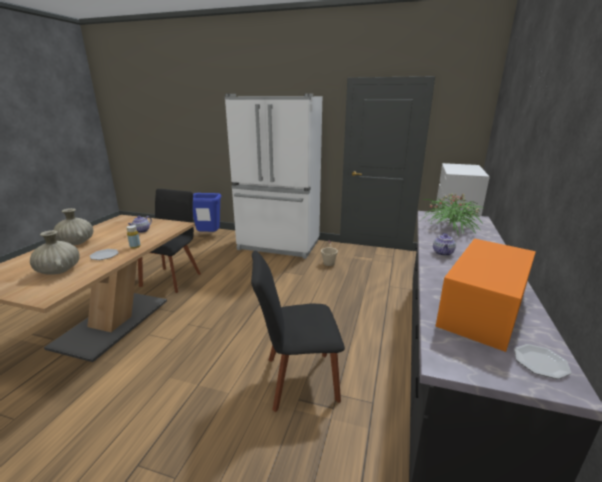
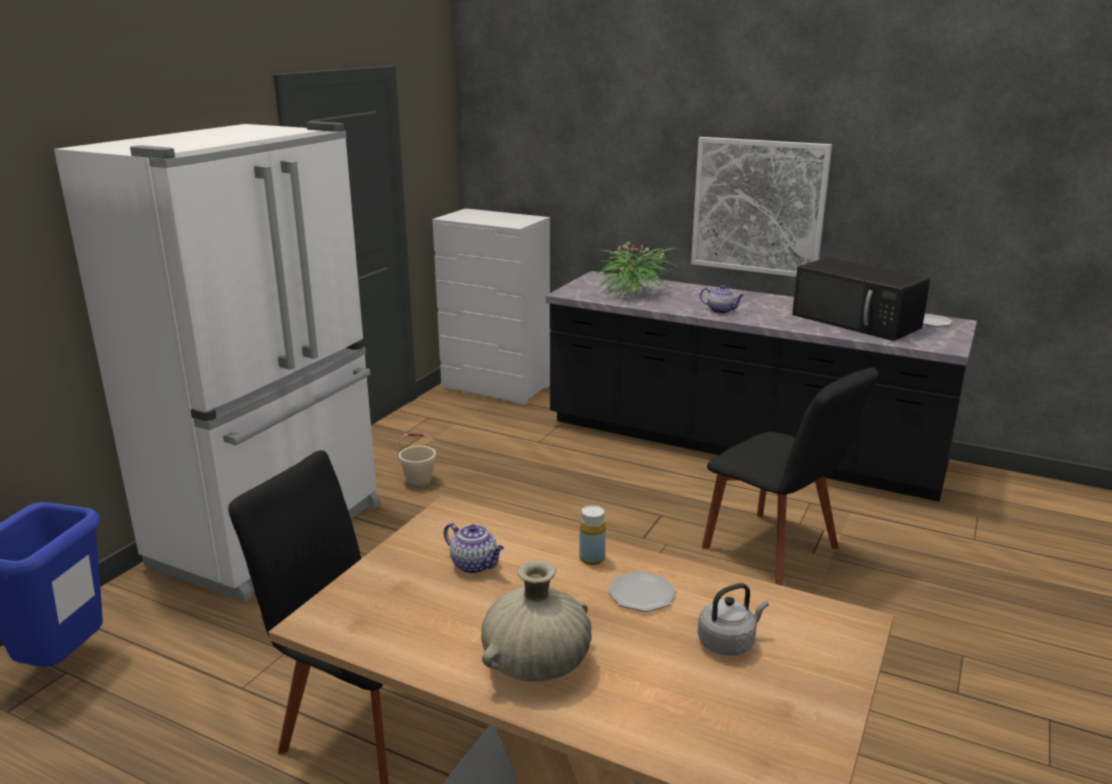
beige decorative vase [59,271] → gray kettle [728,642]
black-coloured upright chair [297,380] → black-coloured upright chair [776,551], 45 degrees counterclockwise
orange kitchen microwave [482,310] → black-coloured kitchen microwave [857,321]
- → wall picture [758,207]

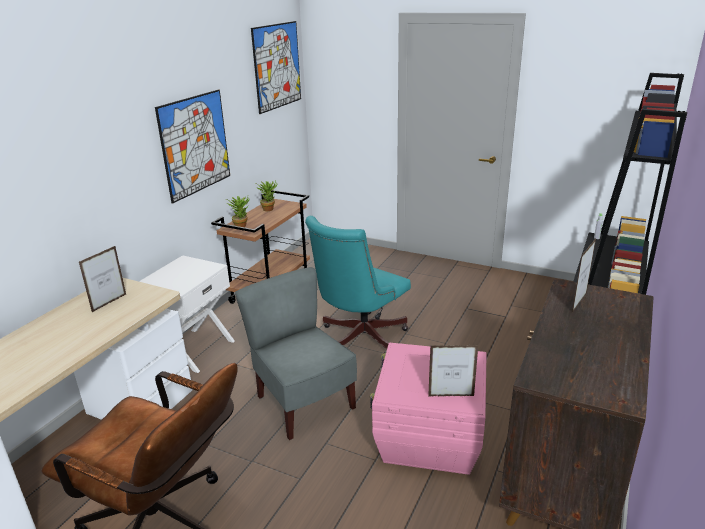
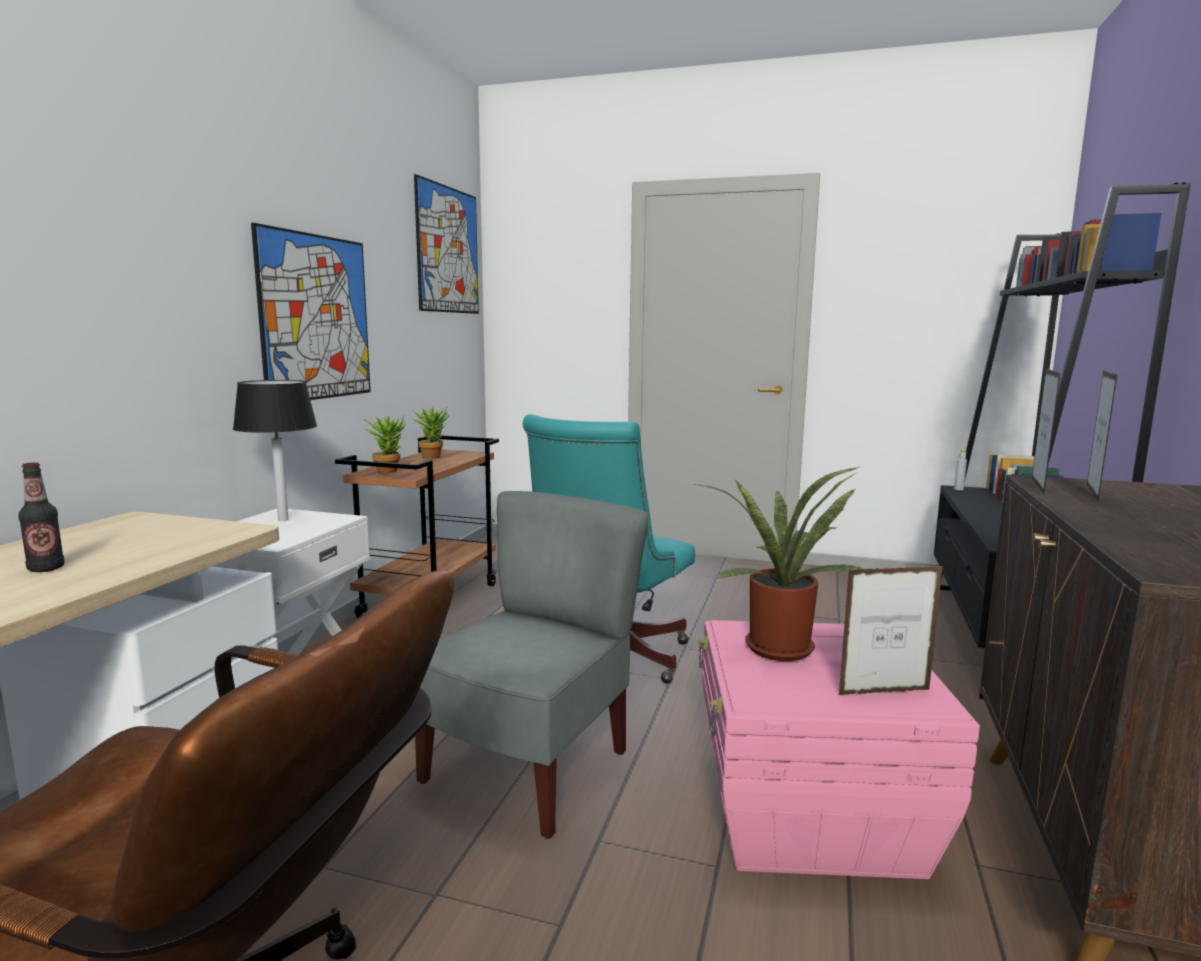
picture frame [109,303] → picture frame [1037,486], relocated
gray upright chair [303,403] → gray upright chair [530,768], 75 degrees clockwise
- → beverage bottle [46,568]
- → black-coloured tabletop lamp [282,519]
- → plant in a pot [779,645]

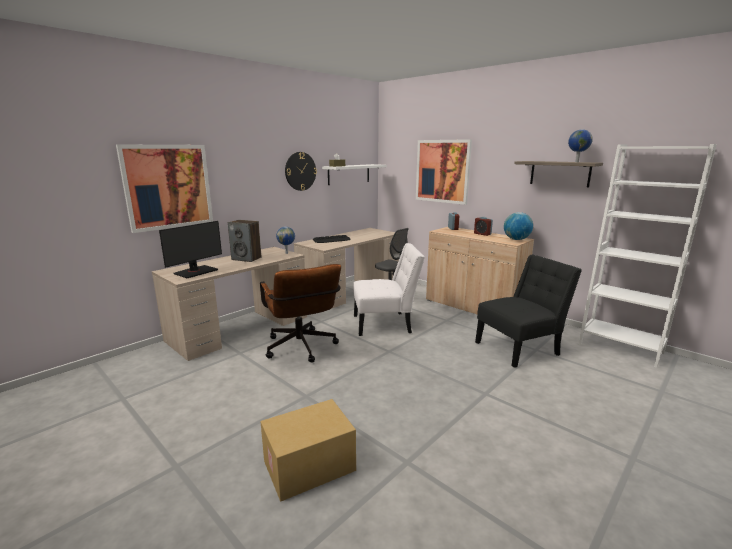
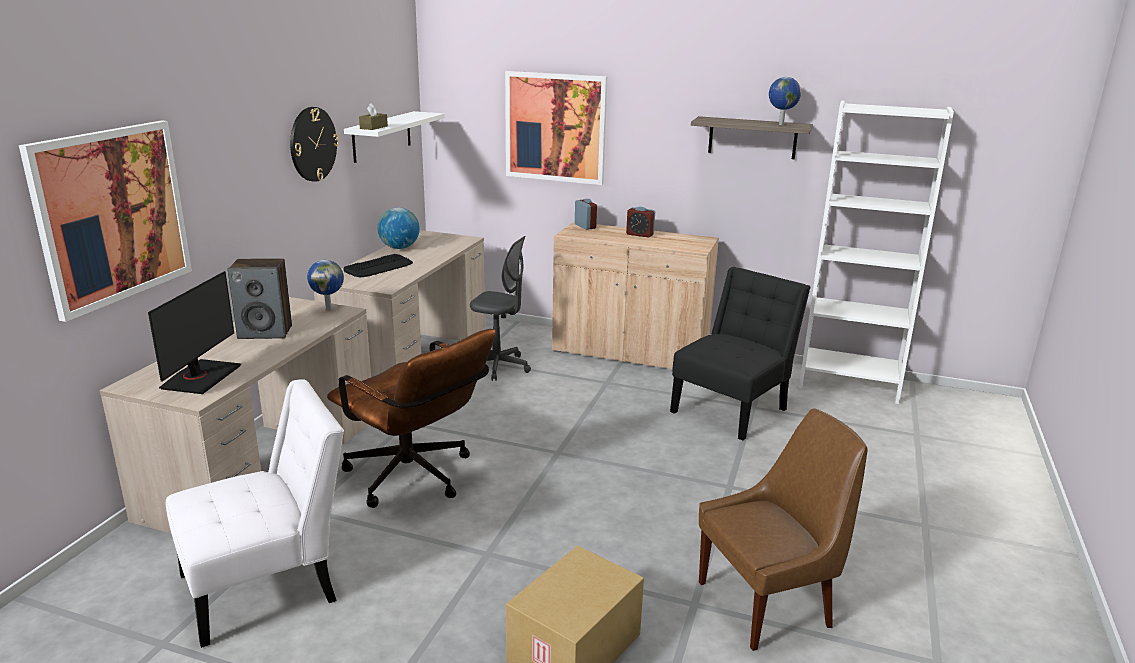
whitish upright chair [385,324] → whitish upright chair [268,584], relocated
desk globe [516,239] → desk globe [399,248], relocated
- → brown-coloured upright chair [768,603]

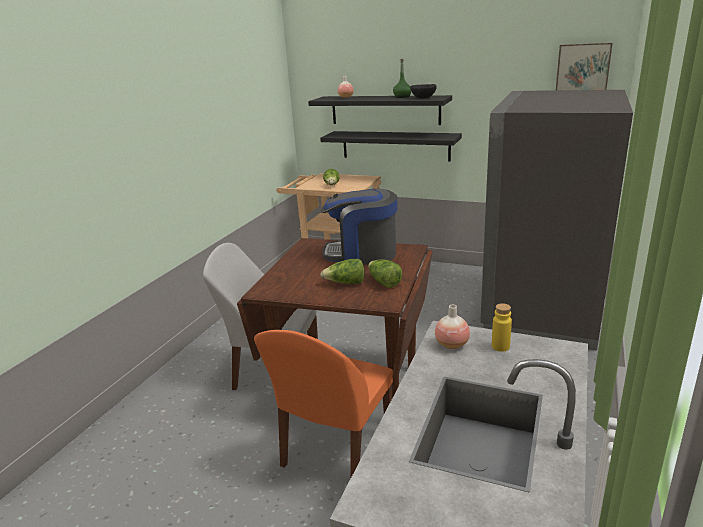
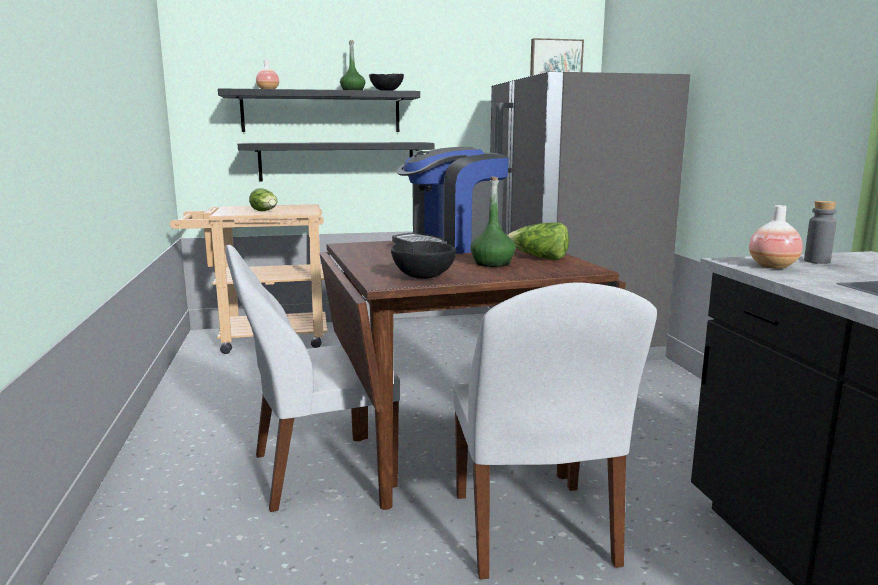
orange upright chair [335,451] → whitish upright chair [533,532]
lettuce [345,283] → greenish beverage bottle [492,263]
yellow-coloured beverage bottle [500,346] → gray beverage bottle [817,261]
- → black-coloured bowl [423,277]

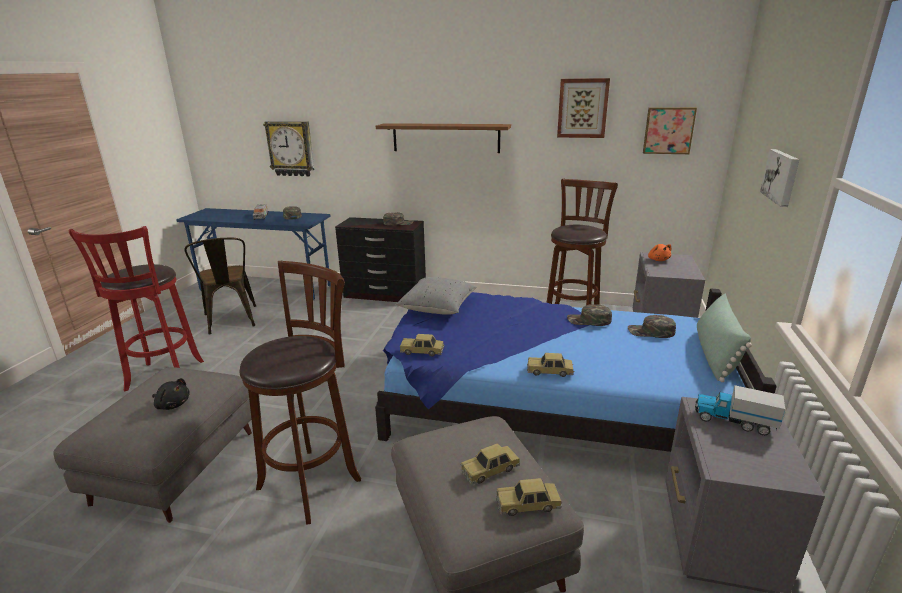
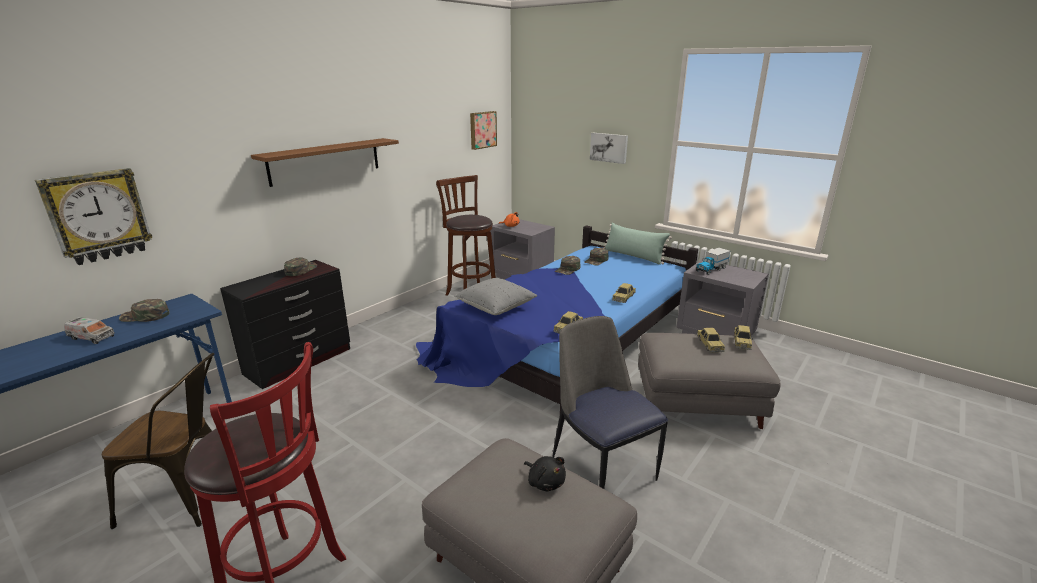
black-coloured plush toy [172,404] → black-coloured plush toy [545,482], 90 degrees clockwise
brown-coloured sitting stool [313,480] → upright chair [602,465]
wall picture [582,108] → -

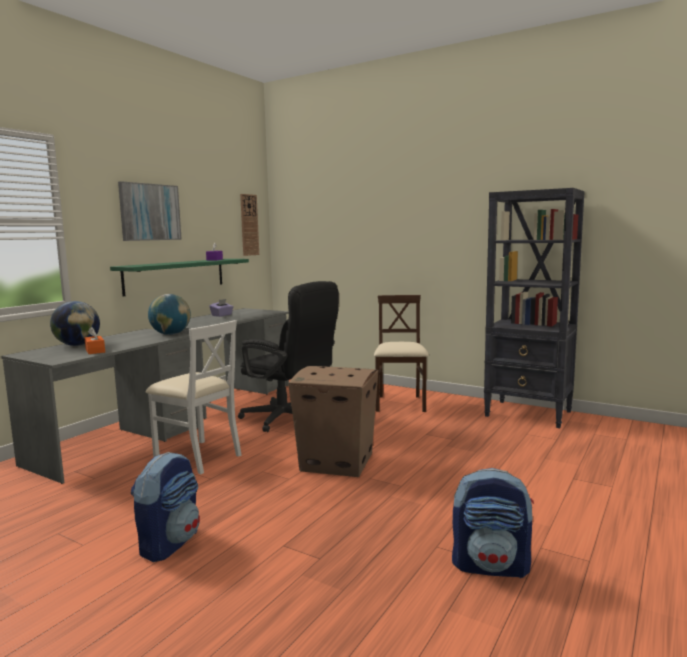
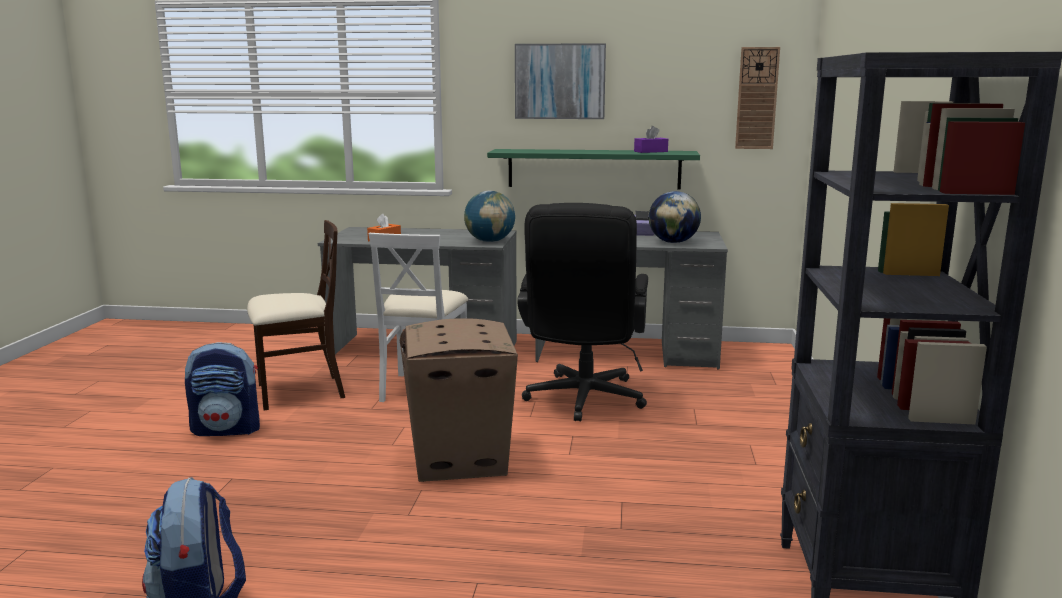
desk globe [77,345] → desk globe [673,242], relocated
beige upright chair [400,404] → beige upright chair [299,392], relocated

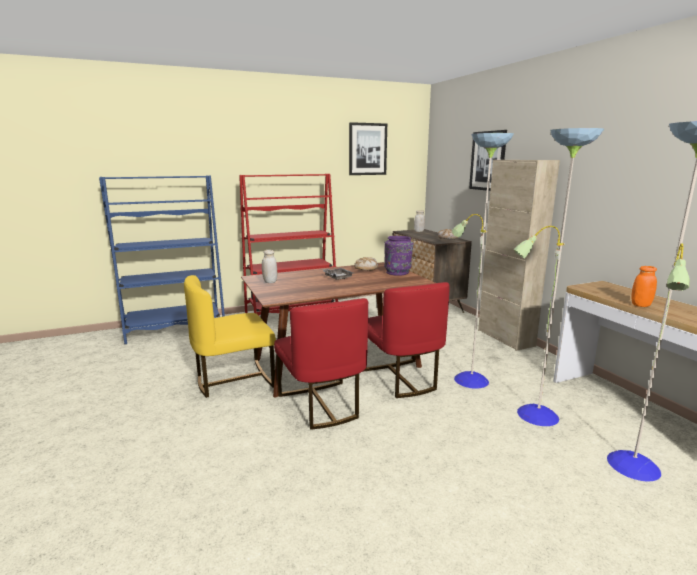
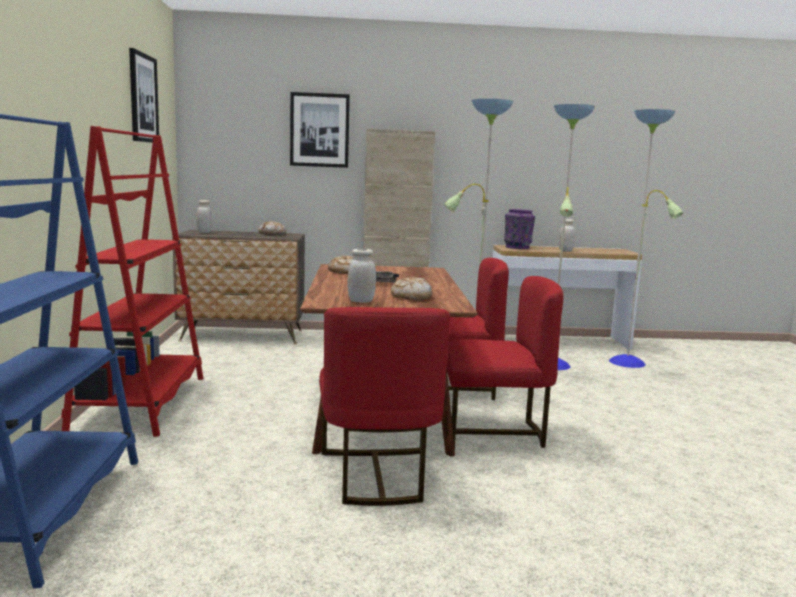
yellow-coloured upright chair [234,380] → reddish upright chair [377,476]
purple decorative vase [398,272] → purple decorative vase [517,247], relocated
orange preserve jar [640,305] → whitish preserve jar [565,251]
- → baked bread [410,297]

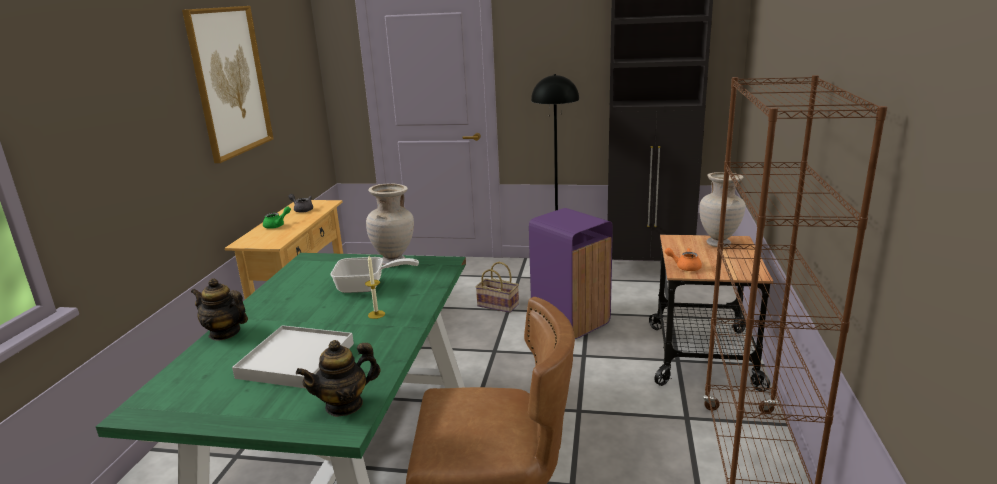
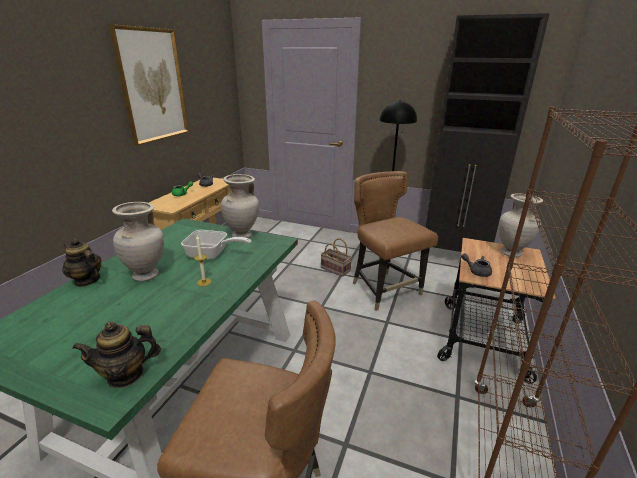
whitish carrying tray [296,360] → -
purple waste bin [570,320] → brown-coloured upright chair [385,290]
orange pot for tea [684,267] → gray pot for tea [476,271]
- → beige decorative vase [147,276]

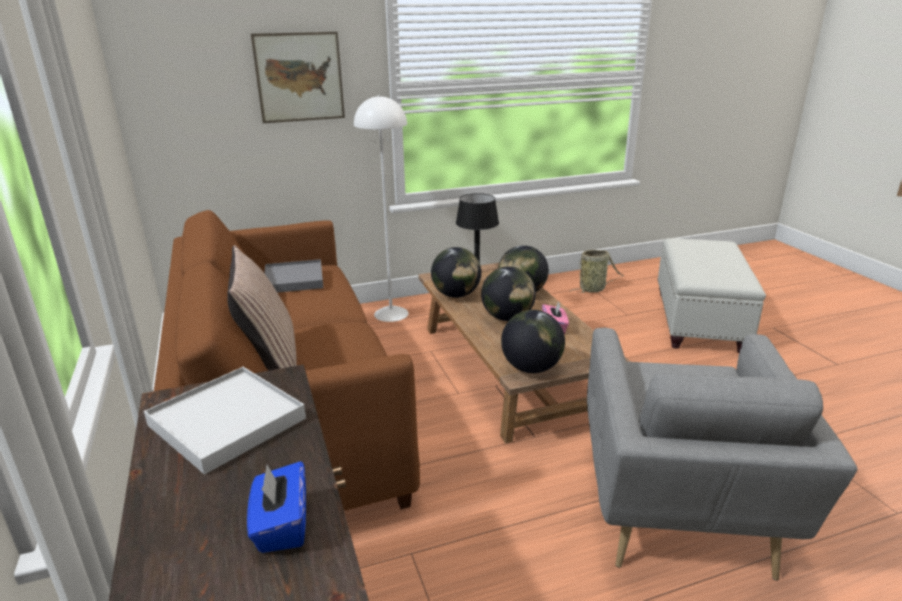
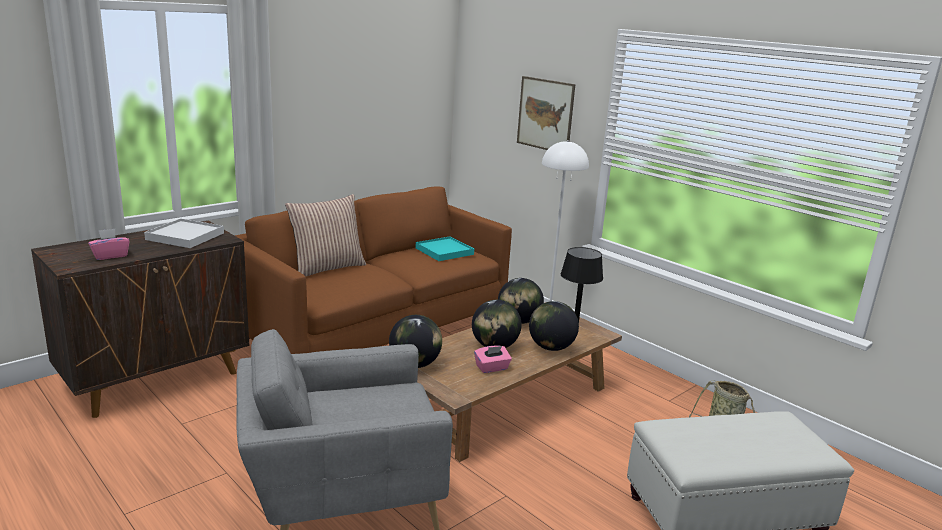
blue tissue box [281,526] → pinkish tissue box [110,256]
gray carrying tray [294,279] → turquoise carrying tray [444,251]

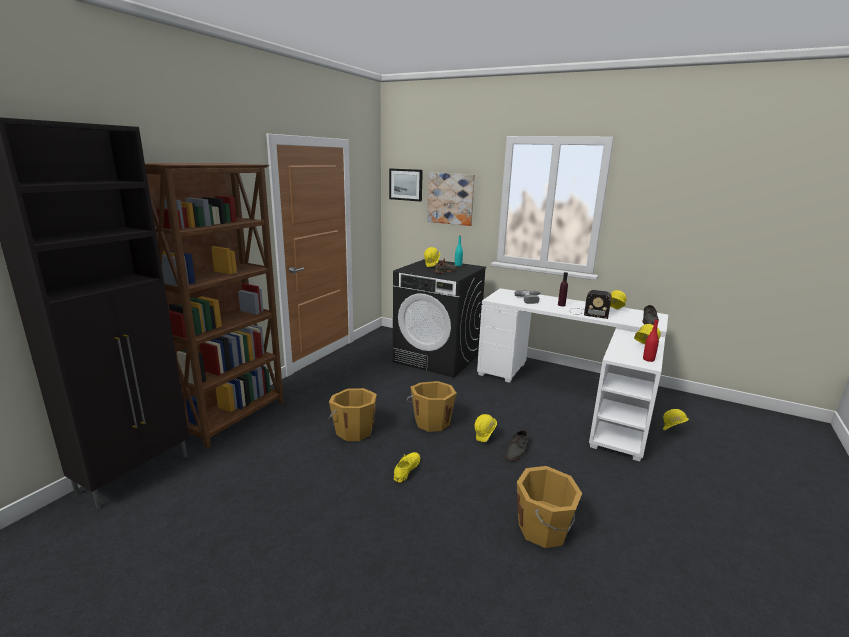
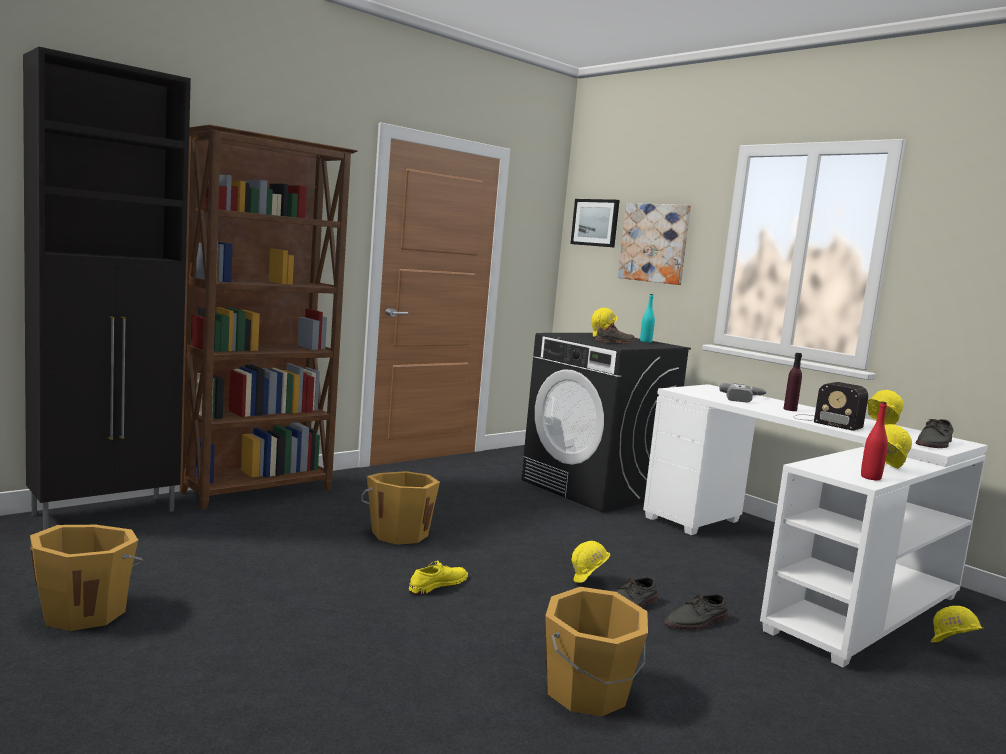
orange bucket [432,422] → orange bucket [85,612], relocated
- → gray item of footwear [696,622]

